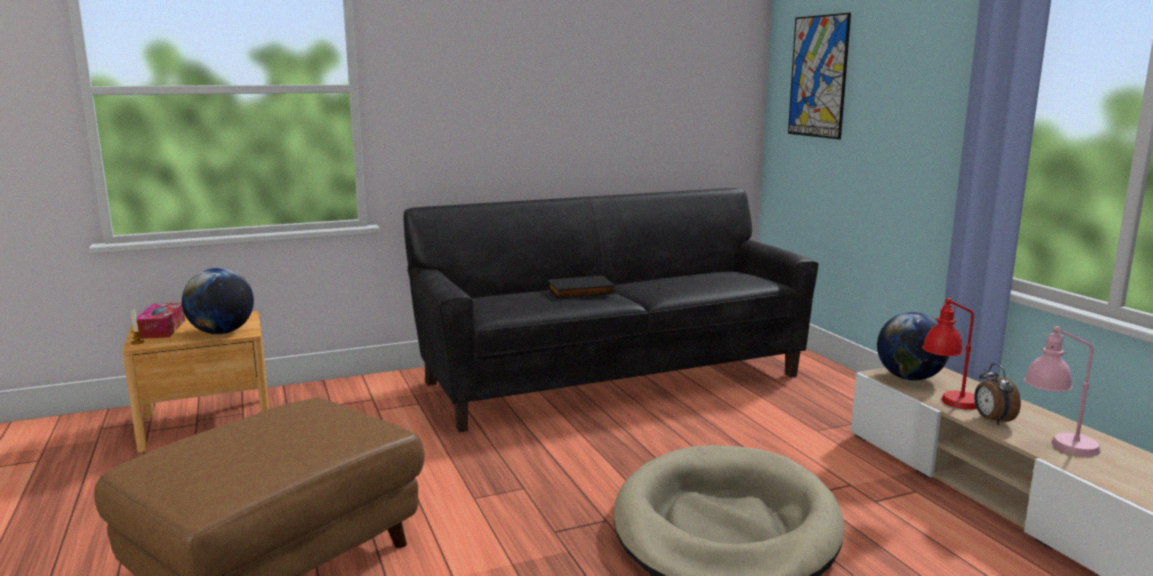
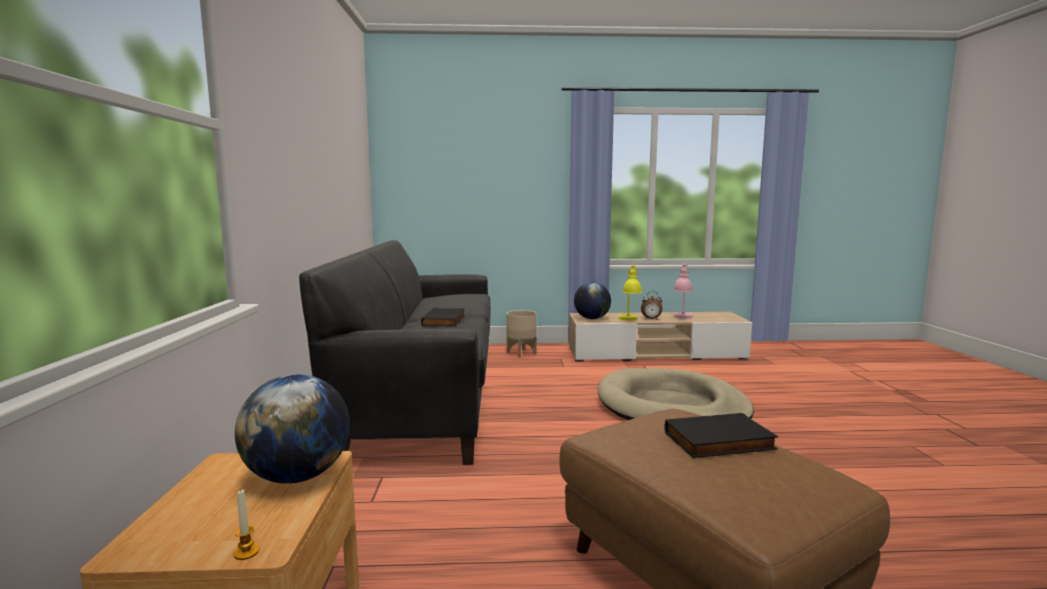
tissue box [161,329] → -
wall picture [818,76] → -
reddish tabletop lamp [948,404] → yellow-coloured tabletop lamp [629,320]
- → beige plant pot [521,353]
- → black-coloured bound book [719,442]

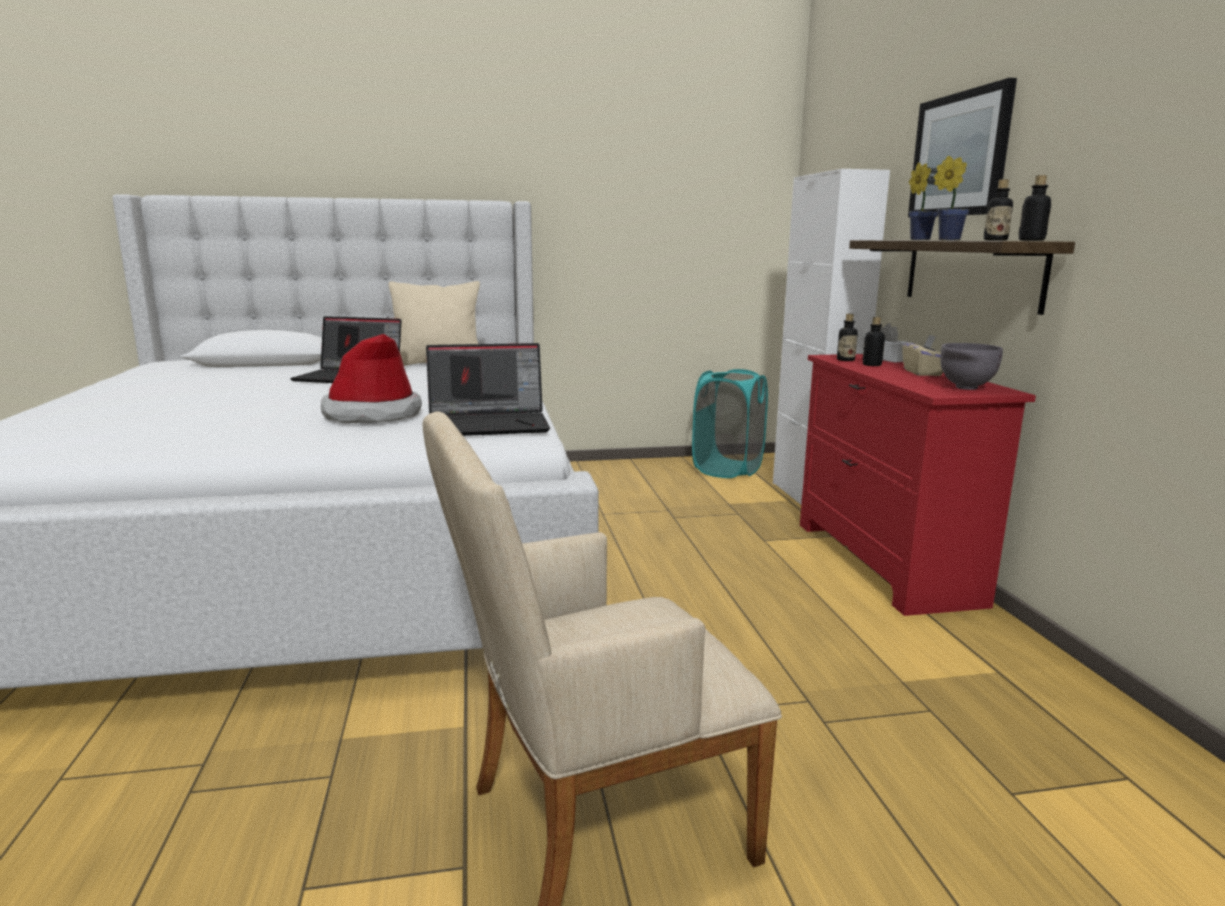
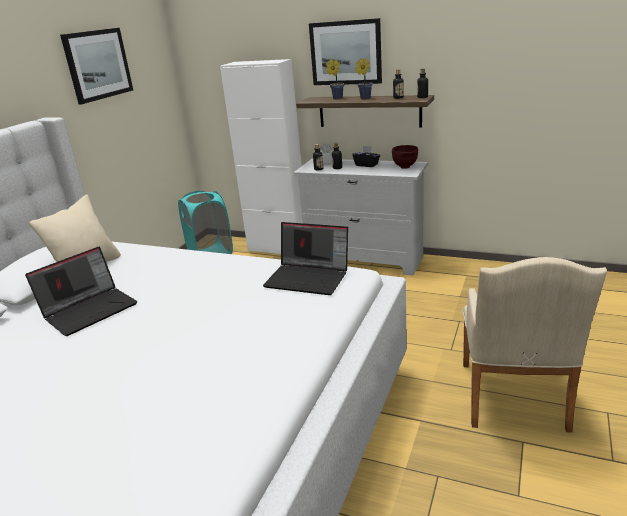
hat [372,414] → -
notebook computer [490,424] → notebook computer [309,278], 90 degrees clockwise
reddish chest of drawers [884,562] → whitish chest of drawers [365,260]
beige tissue box [923,373] → black-coloured tissue box [366,165]
gray bowl [964,388] → brown-coloured bowl [405,167]
- → wall picture [98,64]

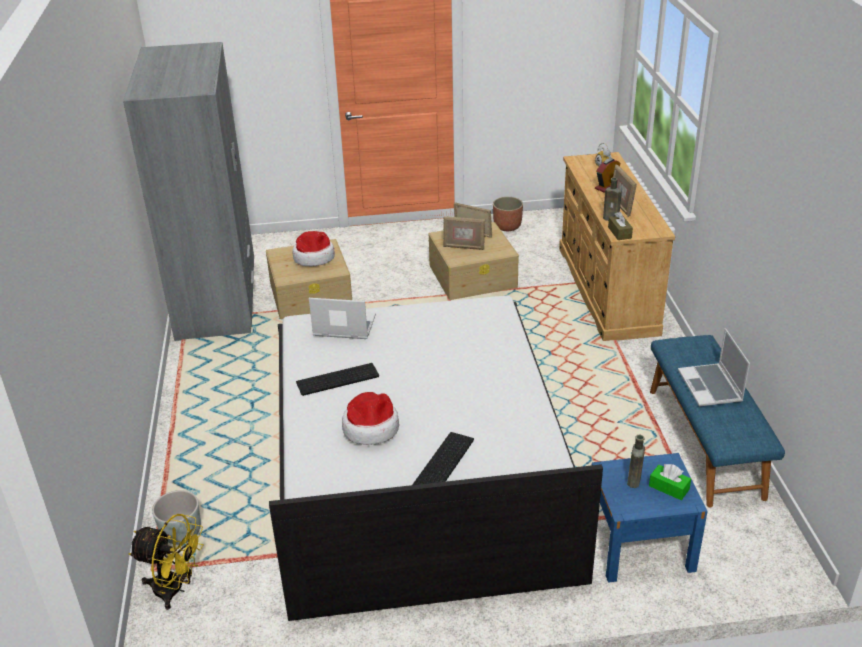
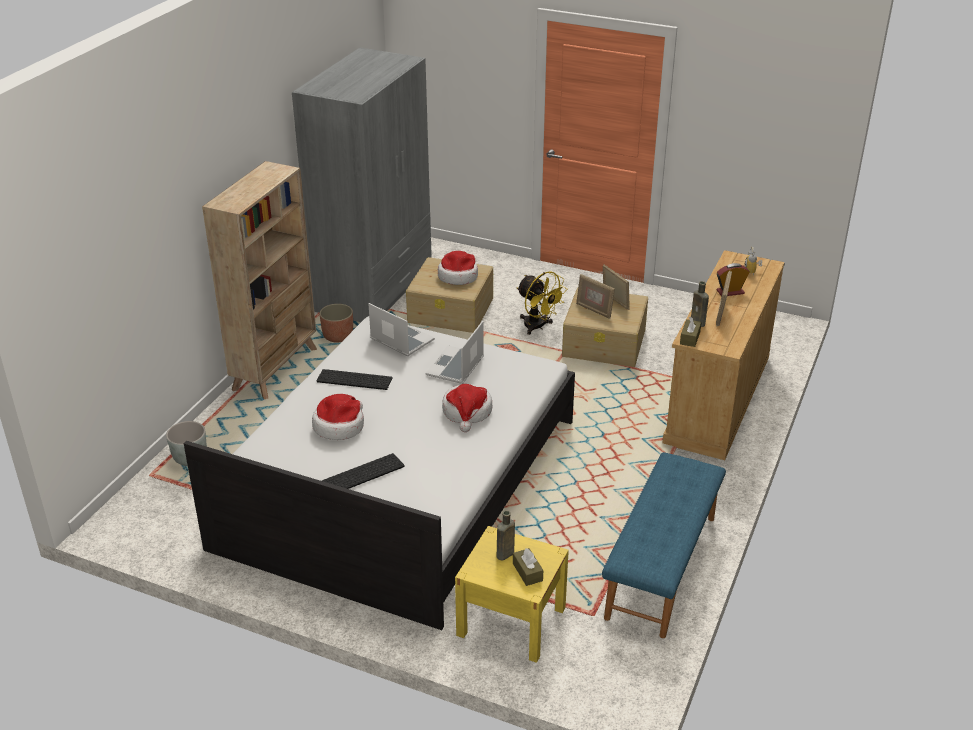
yellow-coloured electric fan [175,589] → yellow-coloured electric fan [538,327], relocated
plant pot [507,226] → plant pot [338,336], relocated
blue night table [639,546] → yellow-coloured night table [511,621]
greenish tissue box [669,488] → brown-coloured tissue box [527,572]
notebook computer [711,387] → notebook computer [456,367], relocated
- → beige bookshelf [276,369]
- → hat [467,412]

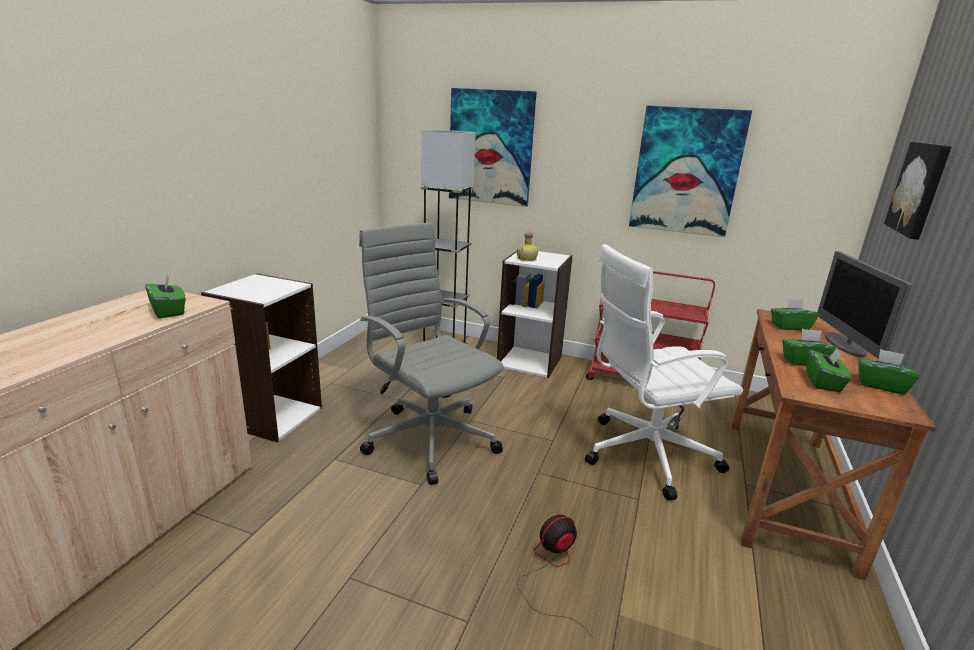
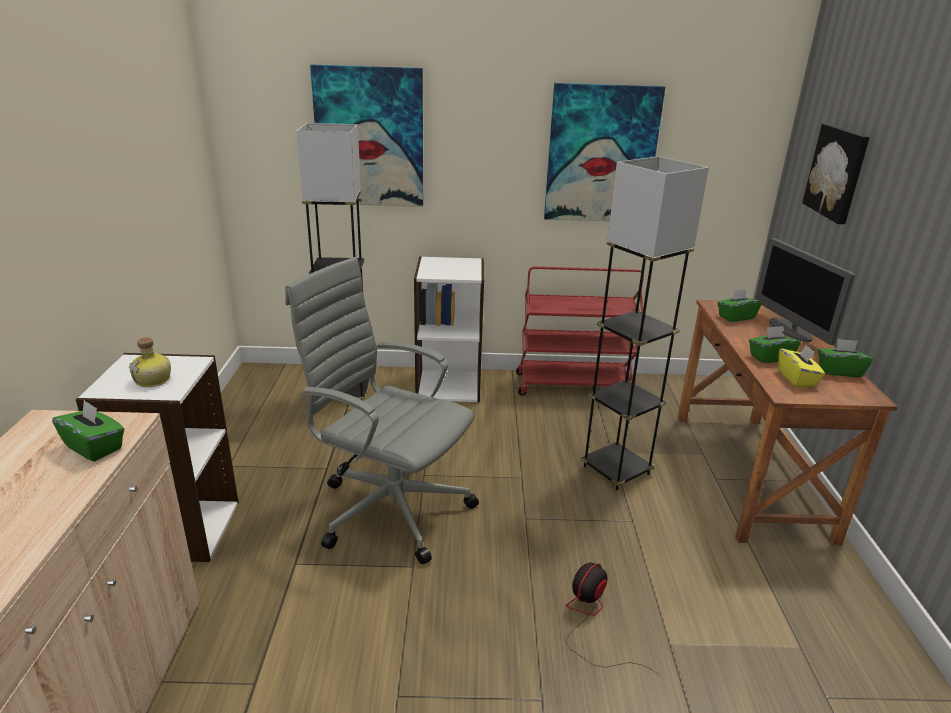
beverage bottle [527,259] → beverage bottle [154,380], relocated
whitish office chair [644,454] → gray floor lamp [616,470]
greenish tissue box [823,382] → yellow-coloured tissue box [797,378]

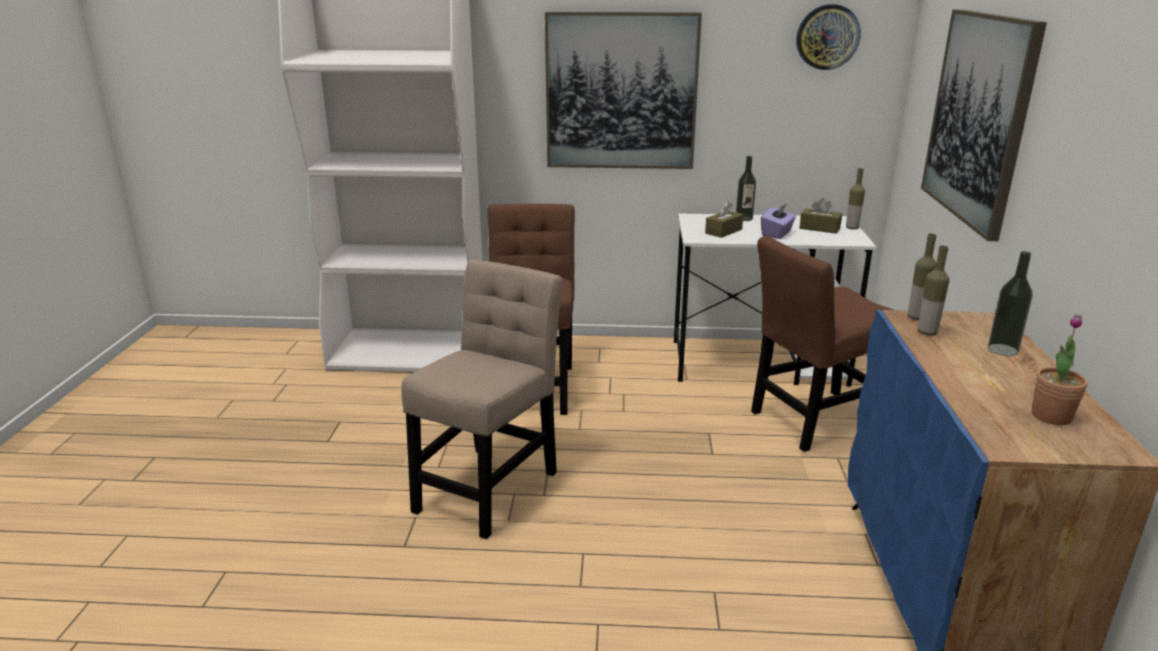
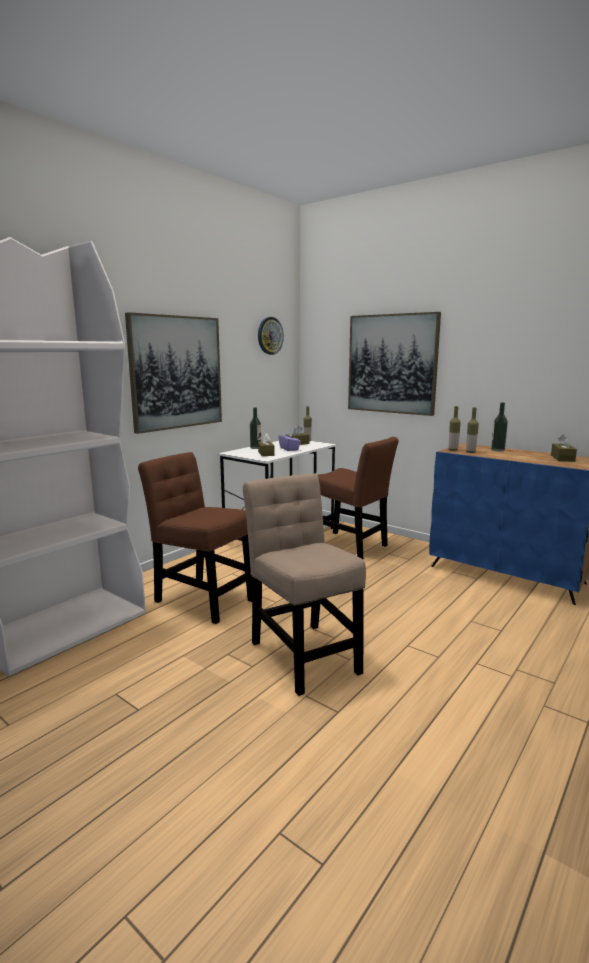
brown-coloured upright chair [813,420] → brown-coloured upright chair [351,546], 60 degrees counterclockwise
plant in a pot [1051,416] → brown-coloured tissue box [562,458]

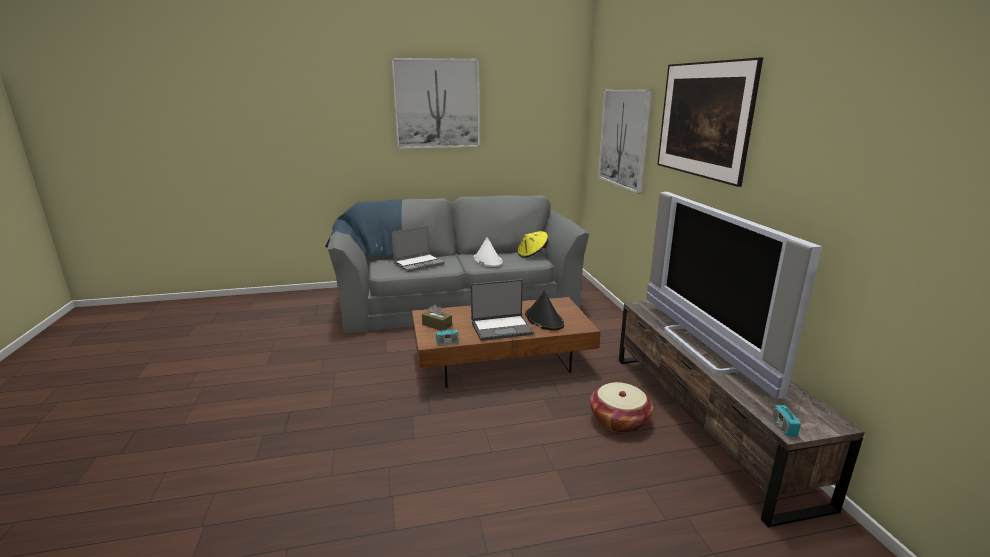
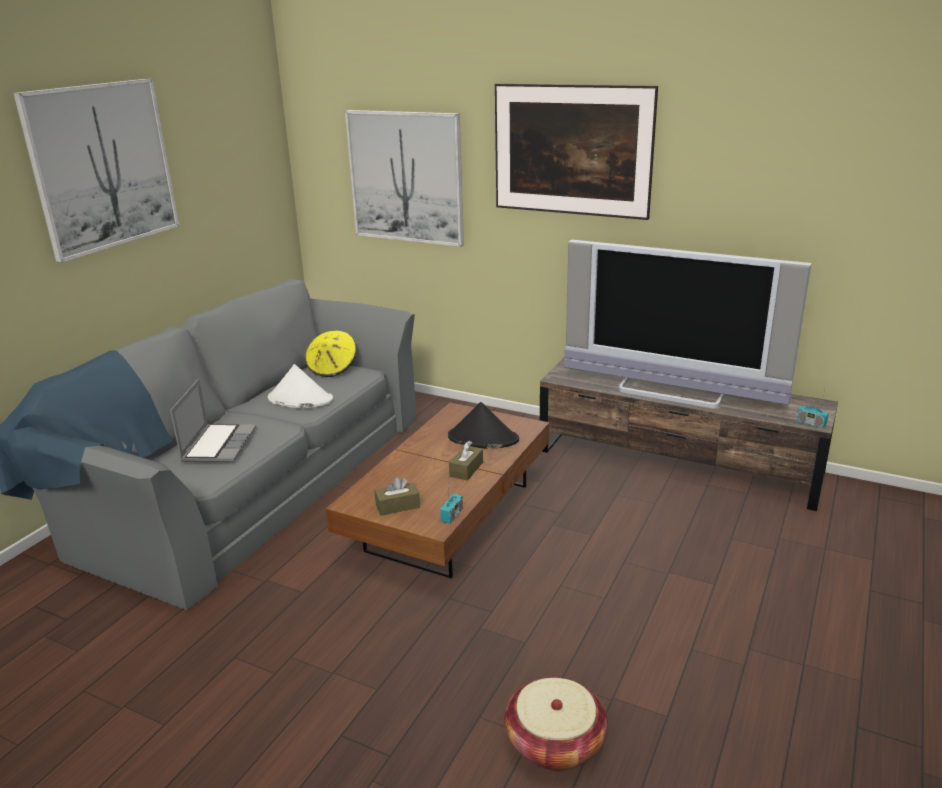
notebook computer [501,328] → brown-coloured tissue box [466,469]
storage basket [619,420] → storage basket [555,742], relocated

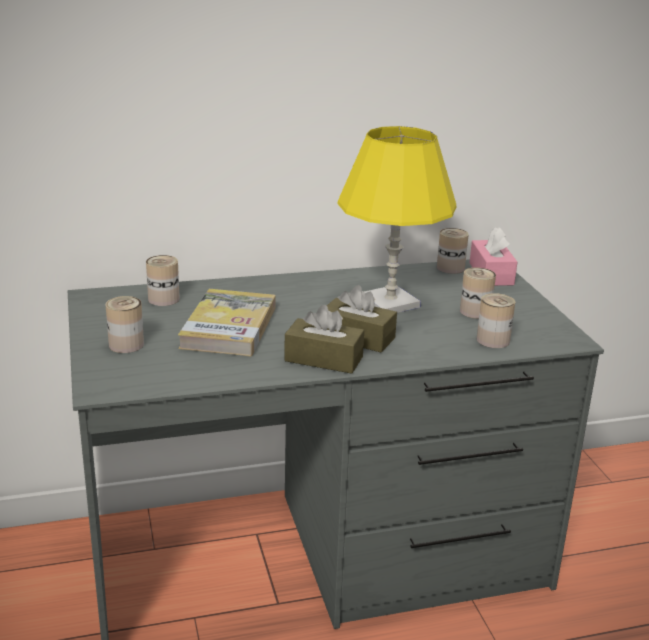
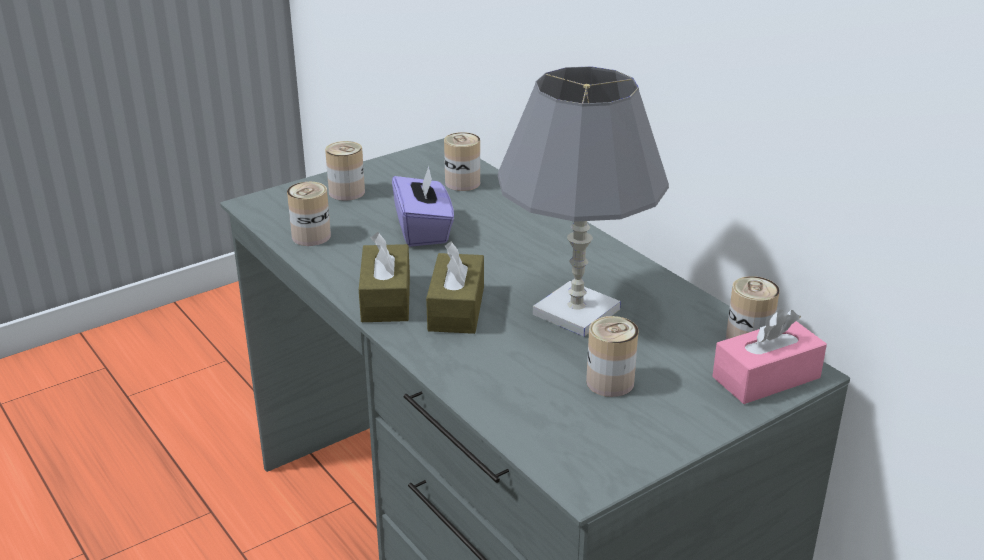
bound book [229,327] → purple tissue box [423,230]
yellow-coloured tabletop lamp [389,303] → gray tabletop lamp [576,312]
sealed can [493,340] → sealed can [311,236], relocated

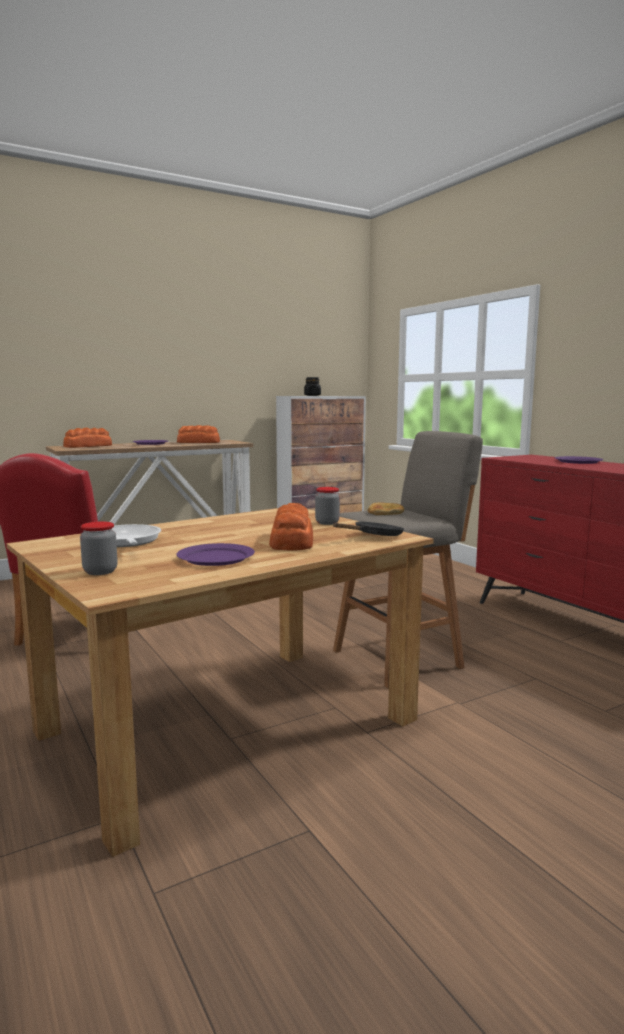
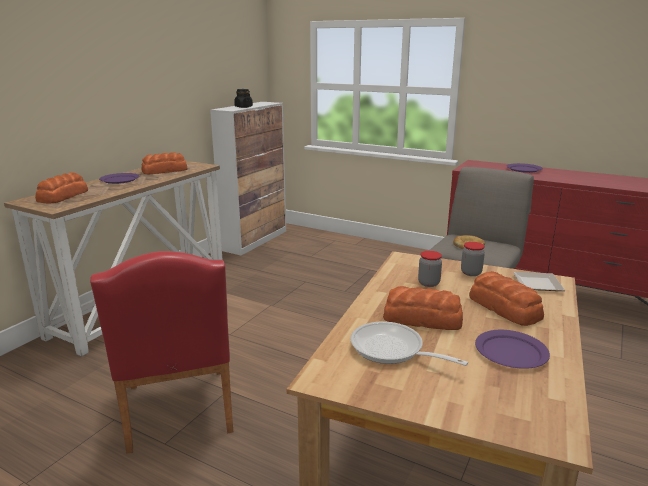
preserve jar [100,571] → preserve jar [428,283], relocated
black-coloured frying pan [374,536] → plate [539,285]
- → baked bread [423,319]

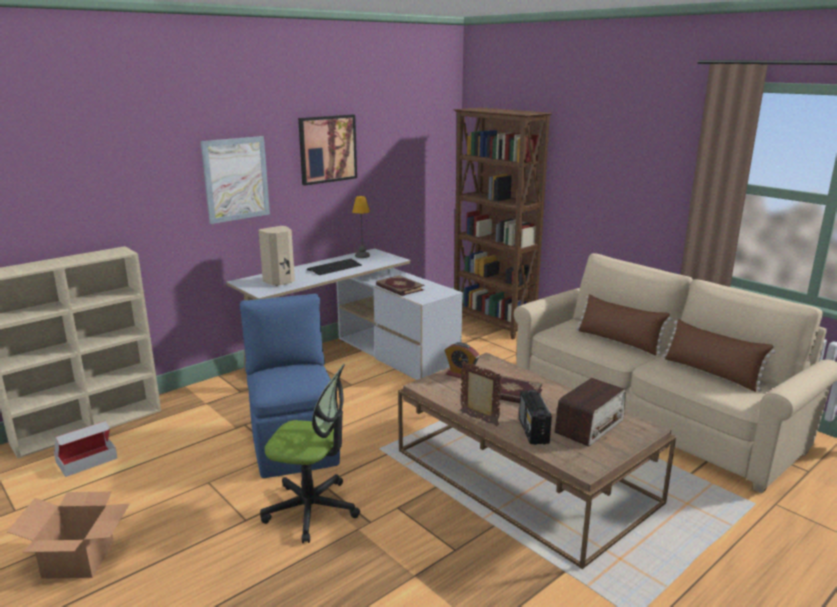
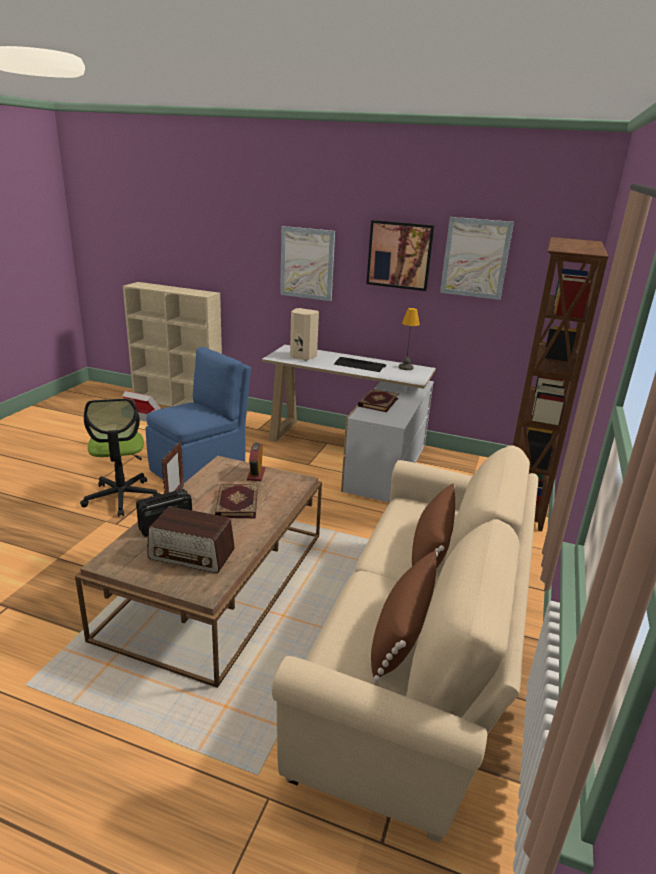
cardboard box [78,559] → -
- → wall picture [475,258]

